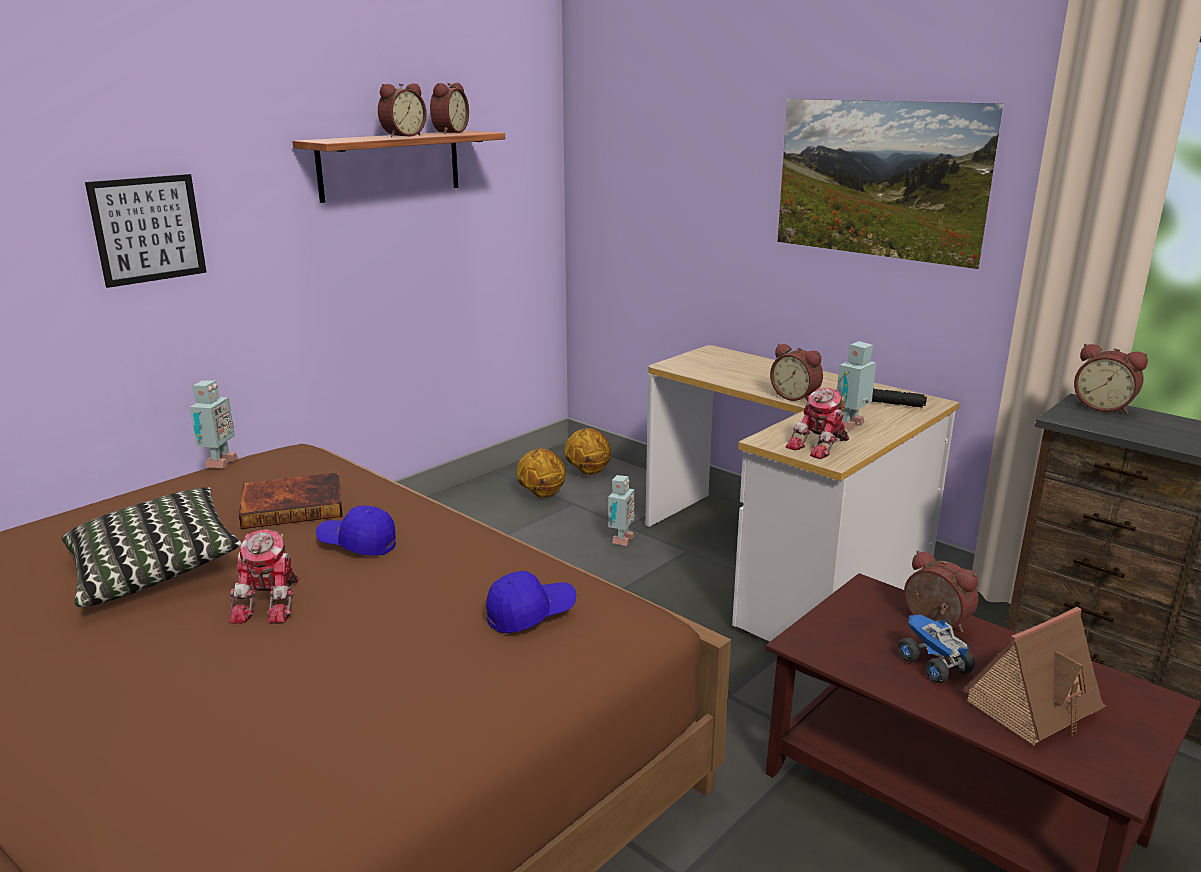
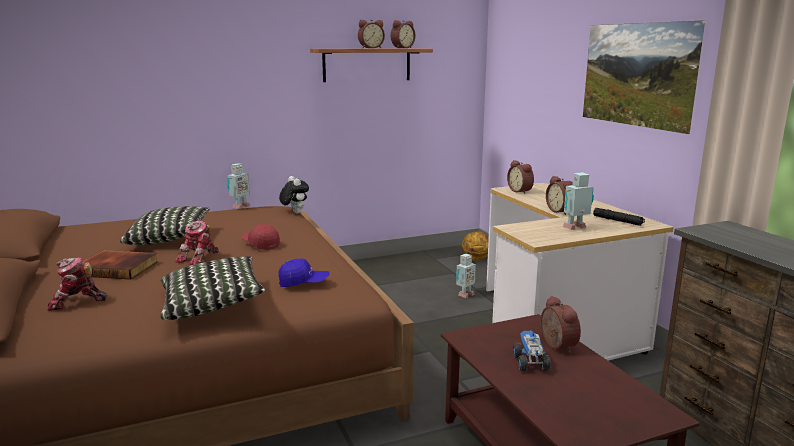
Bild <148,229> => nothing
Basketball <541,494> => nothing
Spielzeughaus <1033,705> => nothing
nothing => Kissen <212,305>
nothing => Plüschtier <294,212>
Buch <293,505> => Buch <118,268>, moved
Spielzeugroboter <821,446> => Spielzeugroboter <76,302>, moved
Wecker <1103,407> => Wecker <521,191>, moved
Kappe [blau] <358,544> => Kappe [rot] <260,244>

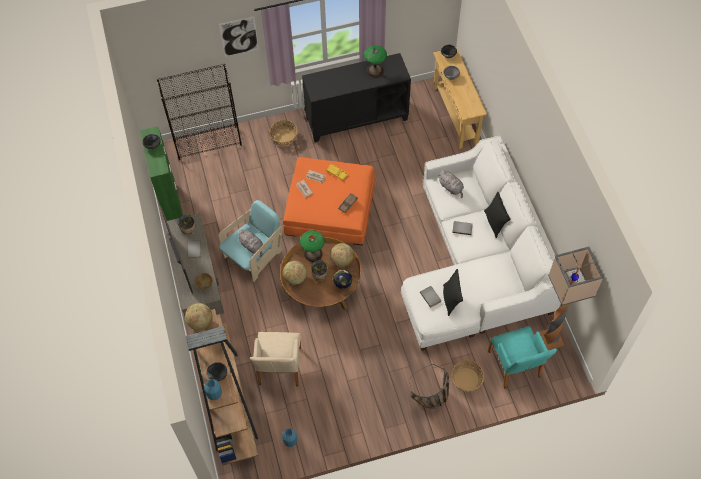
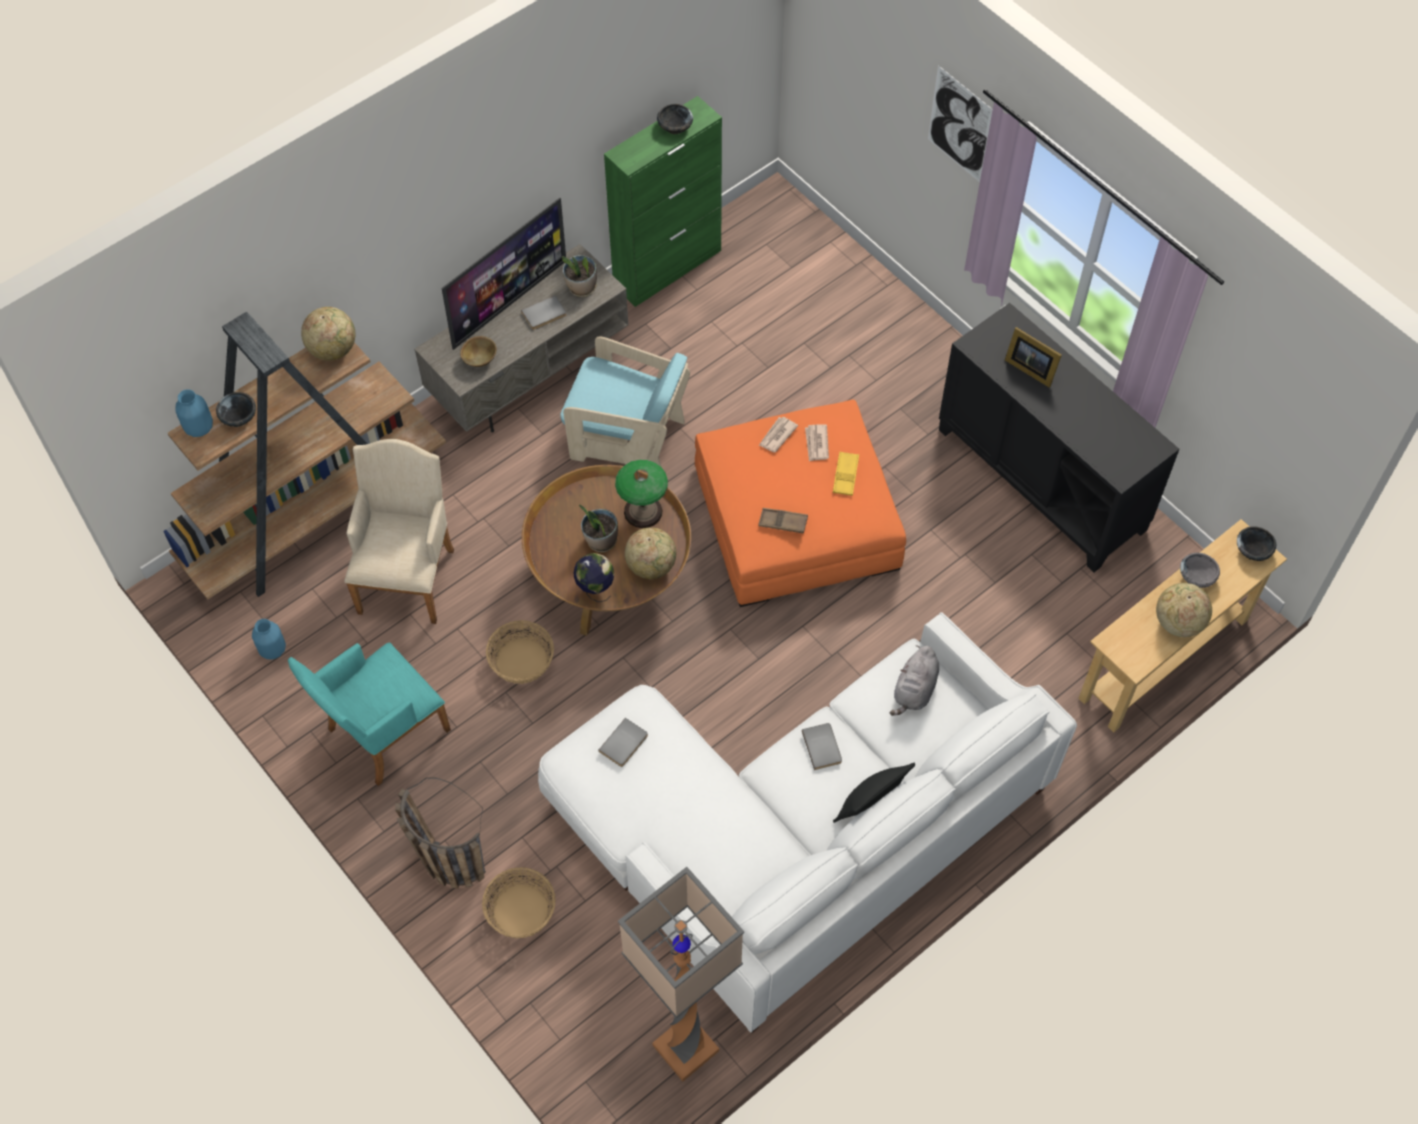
Bücherregal [schwarz] <208,143> => nothing
Plüschtier [grau] <252,246> => nothing
Tischlampe <375,70> => nothing
Kissen [schwarz] <450,299> => nothing
nothing => Bilderrahmen <1029,368>
Korb <284,137> => Korb <521,661>, moved
Globus <295,278> => Globus <1178,622>, moved
Sessel [türkis] <515,367> => Sessel [türkis] <382,734>, moved
Sessel [beige] <279,369> => Sessel [beige] <408,574>, 120 degrees clockwise

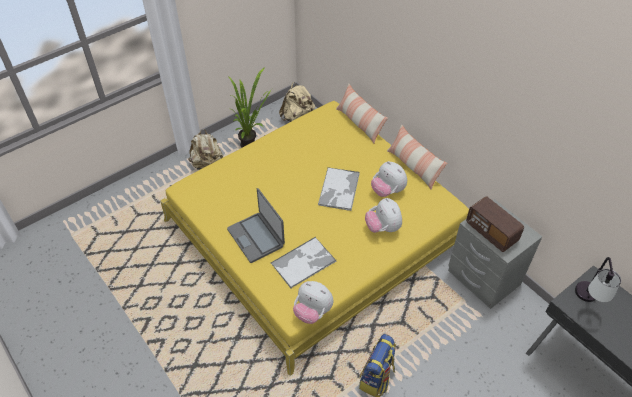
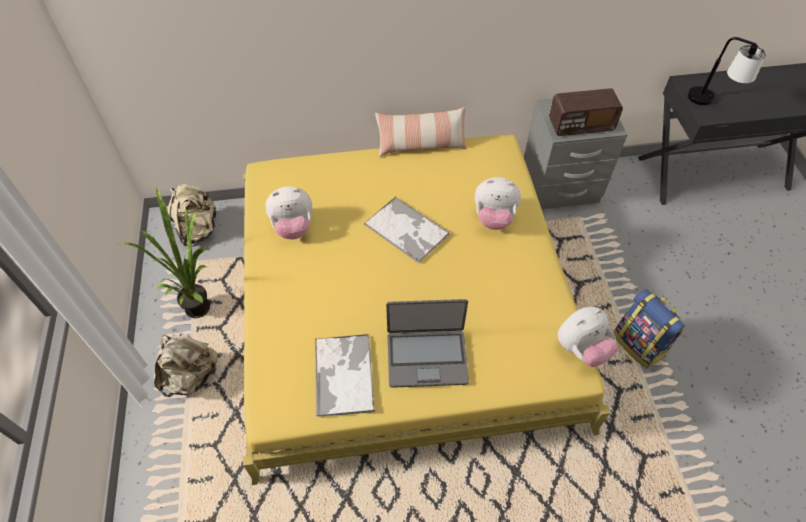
Kissen <359,123> => nothing
Tablett <304,262> => Tablett <343,374>, moved
Plüschtier <387,191> => Plüschtier <293,227>, moved

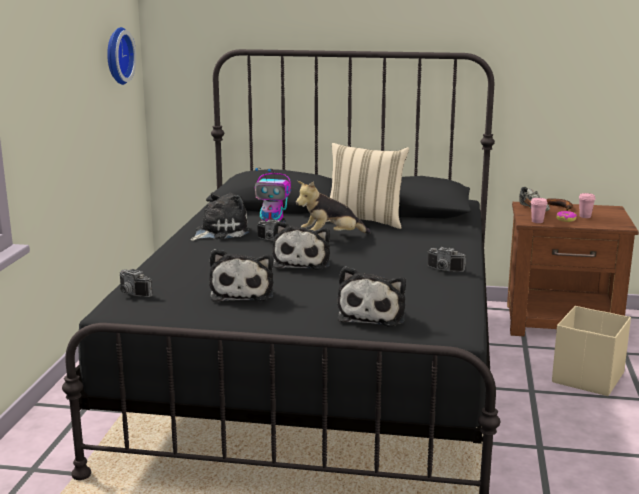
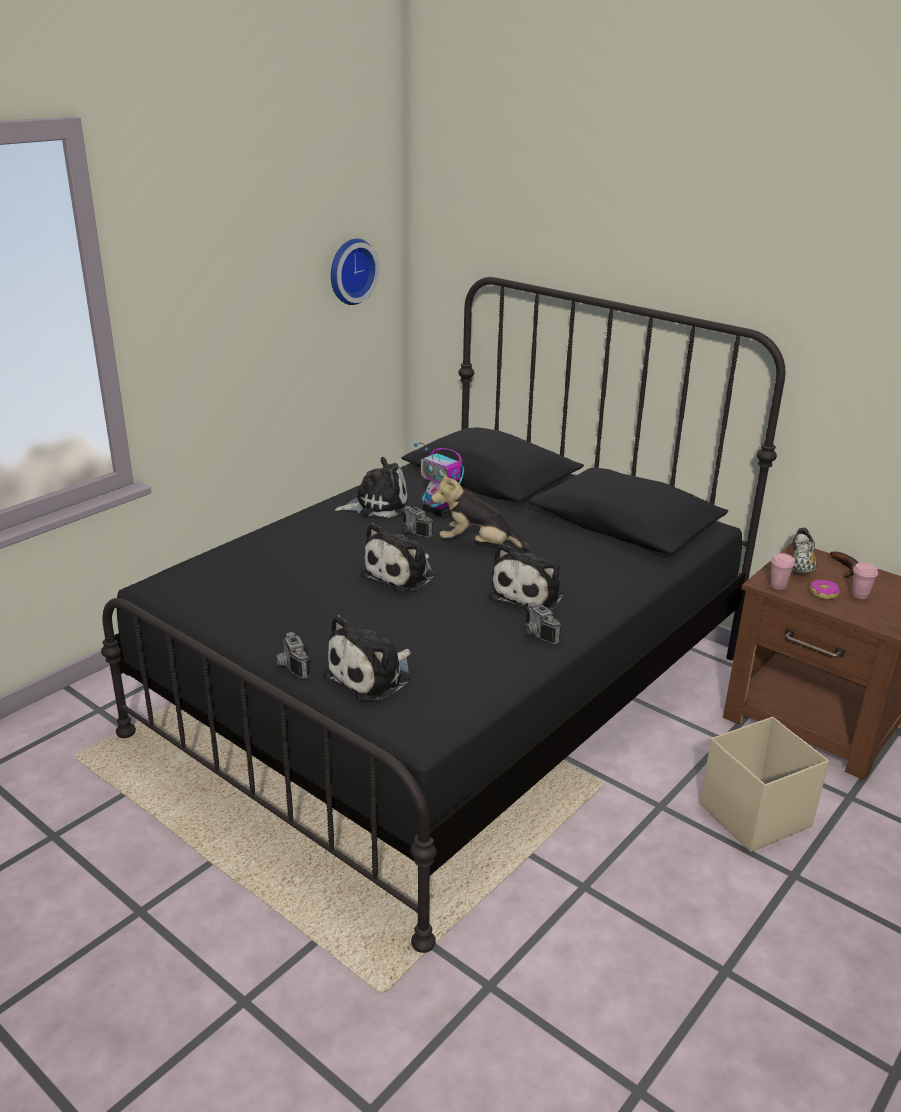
Kissen [beige] <365,221> => nothing
Kamera <131,294> => Kamera <290,666>, moved
Plüschtier <242,292> => Plüschtier <529,594>, moved

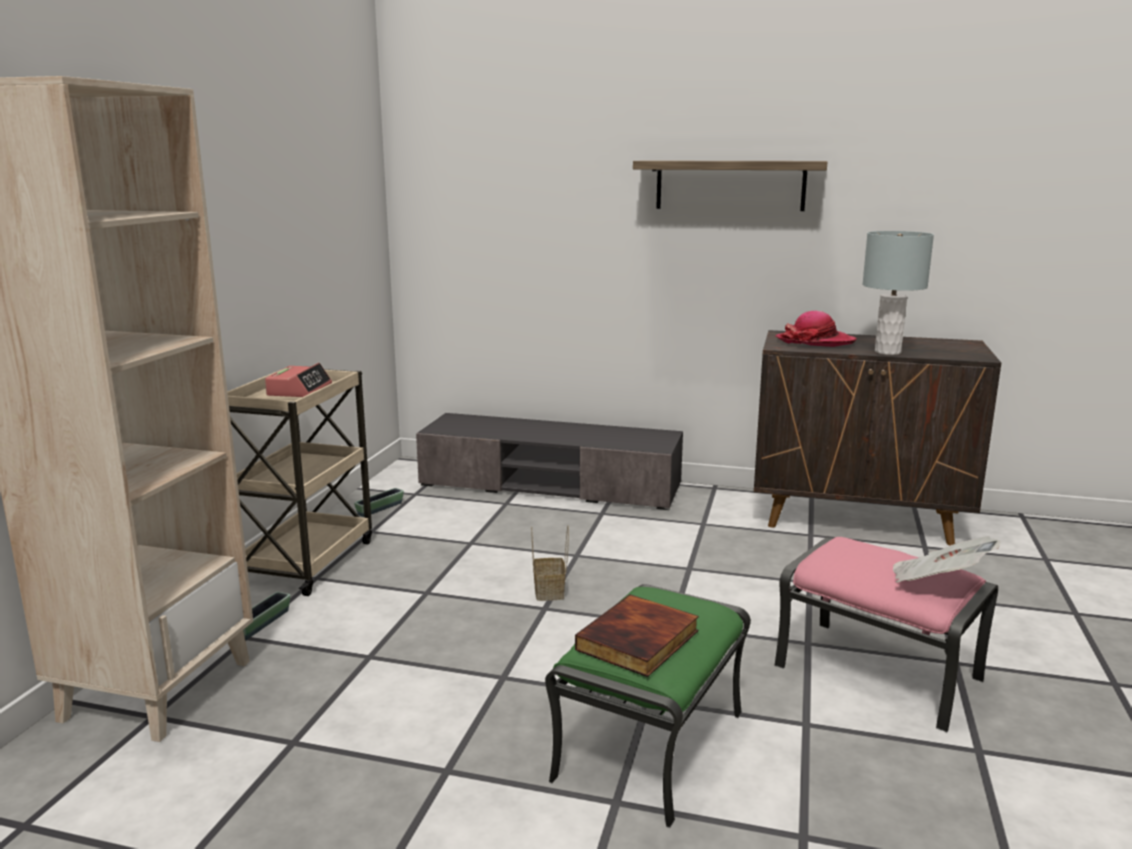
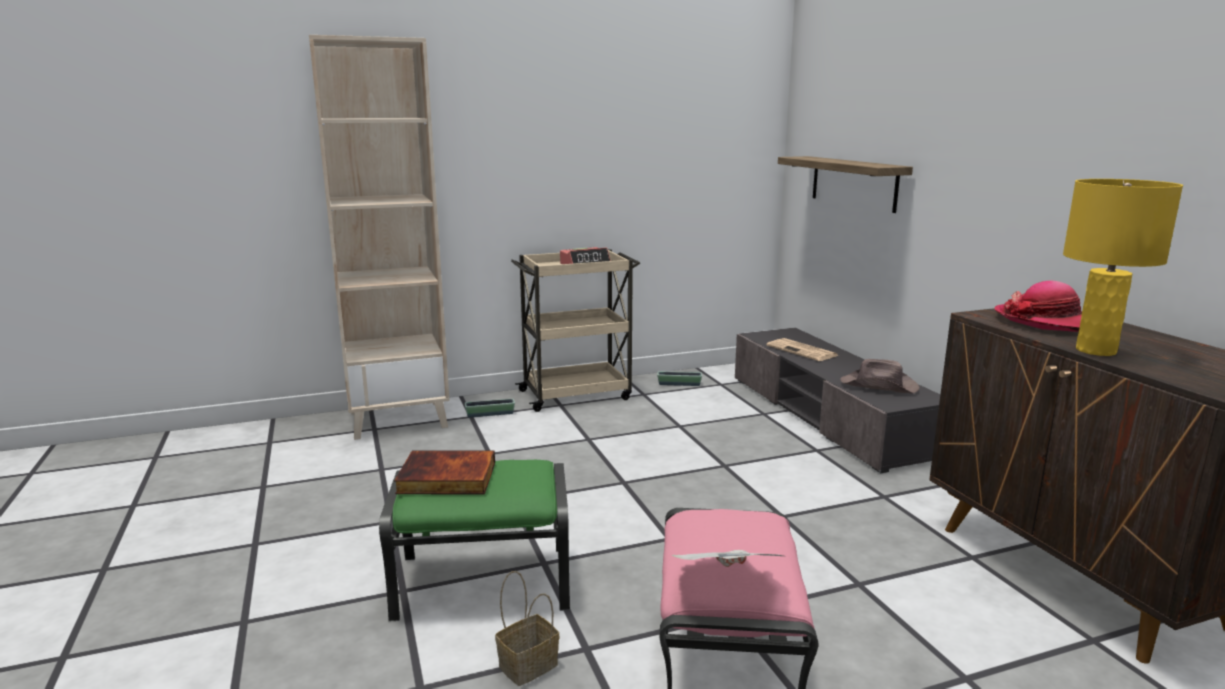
nothing => Zeitung <803,351>
nothing => Hut [braun] <879,386>
Korb <550,592> => Korb <527,667>, moved
Wandregal <730,185> => Wandregal <853,183>, moved
Tischlampe [grau] <887,352> => Tischlampe [gelb] <1096,350>

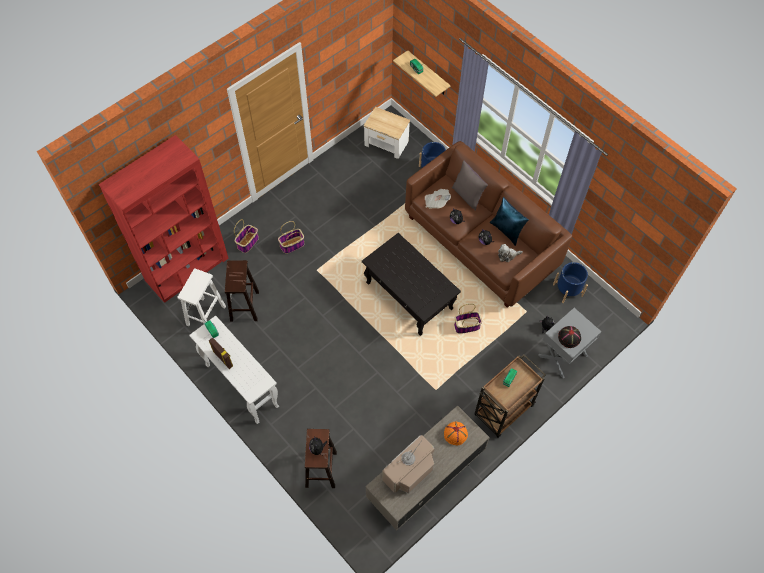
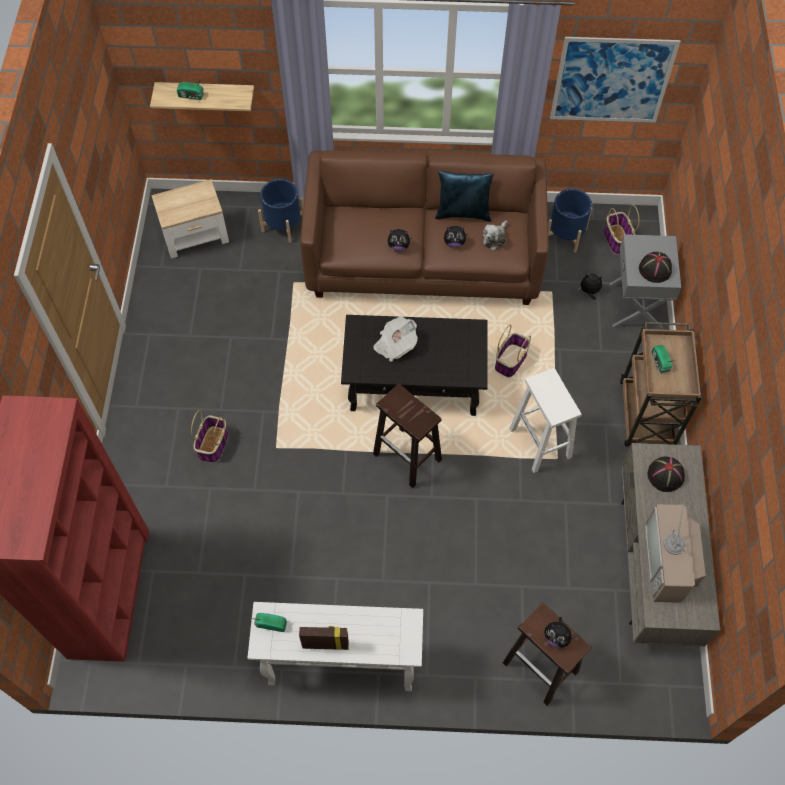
Kissen [grau] <467,196> => nothing
nothing => Bild <612,80>
Hocker [weiß] <206,316> => Hocker [weiß] <541,443>, moved
Hocker [braun] <245,306> => Hocker [braun] <408,457>, moved
Korb <248,242> => Korb <616,239>, moved
Zeitung <436,202> => Zeitung <395,345>, moved
Hut [orange] <455,434> => Hut [schwarz] <666,475>

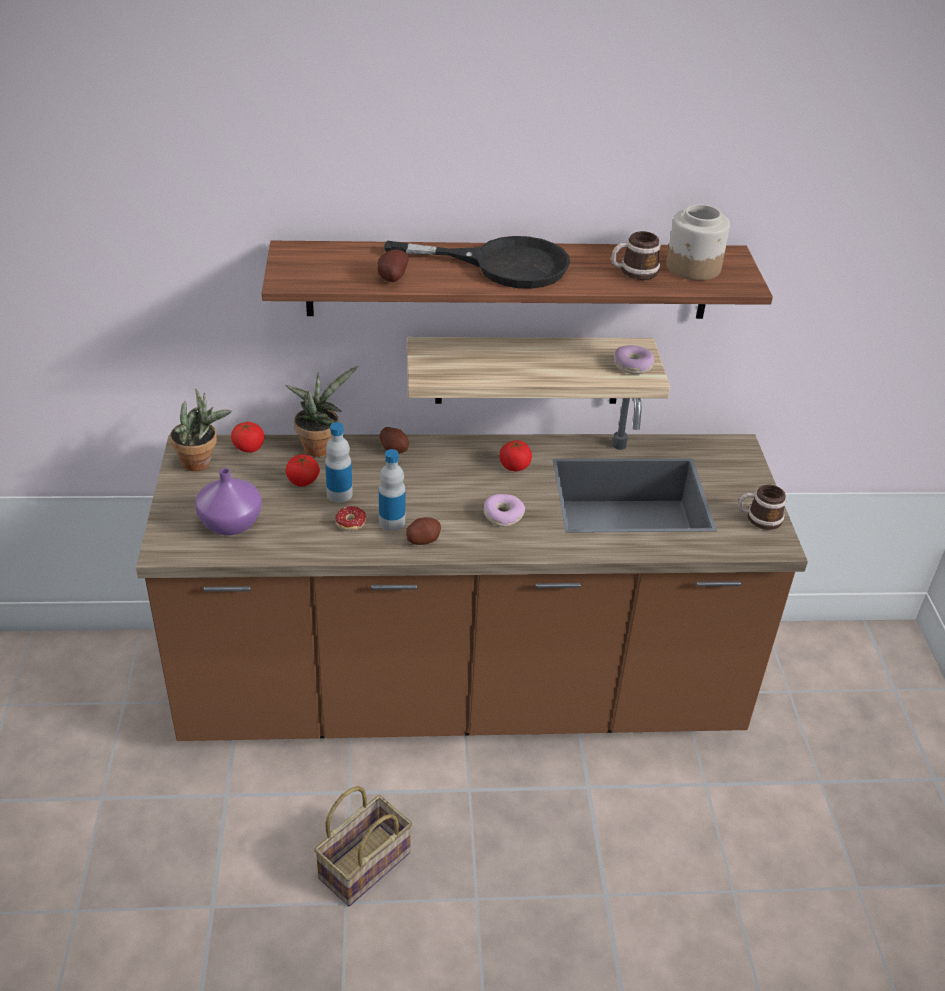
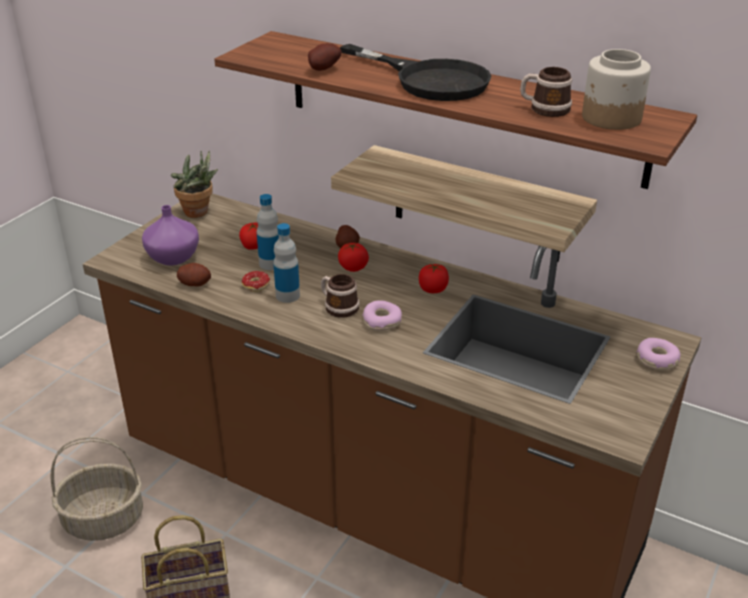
Topfpflanze <320,446> => nothing
nothing => Korb <104,519>
Tomate <249,447> => Tomate <353,267>, moved
Kartoffel <423,540> => Kartoffel <195,283>, moved
Donut <633,366> => Donut <657,360>, moved
Henkelbecher <758,518> => Henkelbecher <338,306>, moved

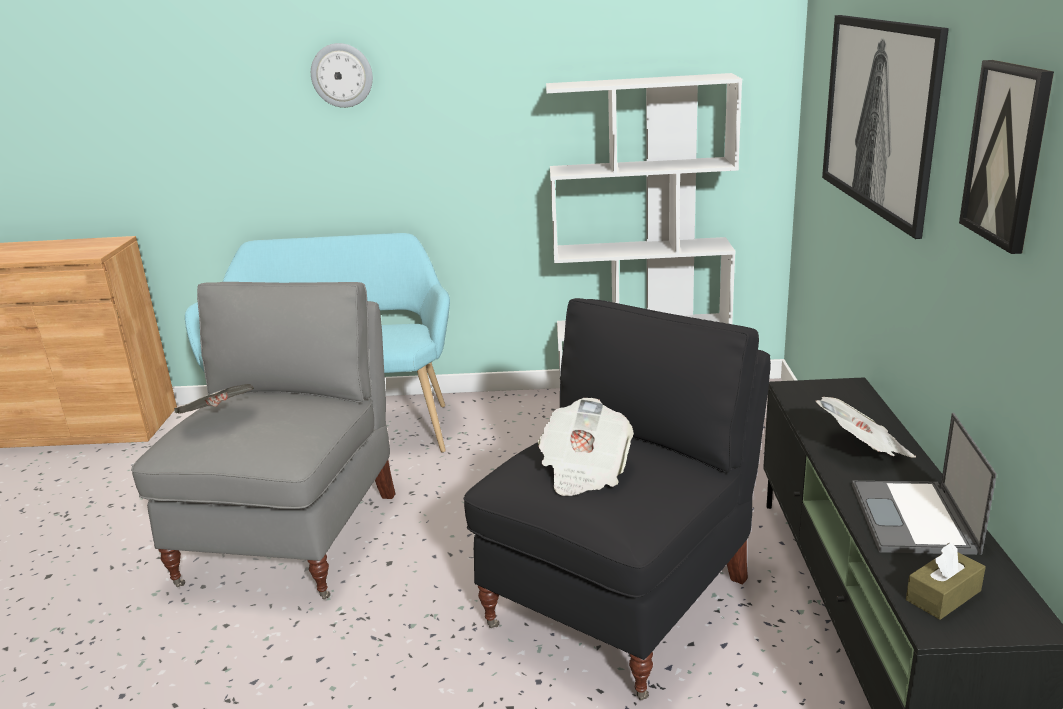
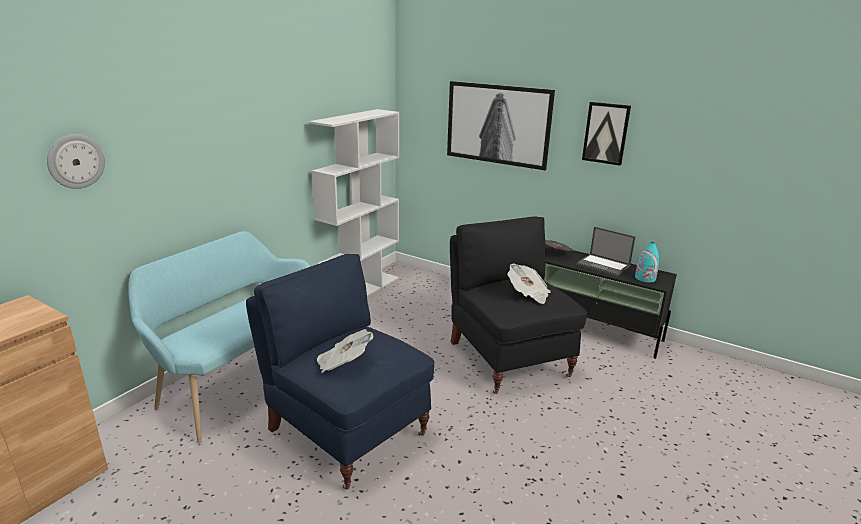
Wanduhr <342,75> => Wanduhr <75,161>, moved
Taschentuchbox [braun] <943,595> => Vase [türkis] <645,278>
Sessel [grau] <294,536> => Sessel [blau] <346,431>

